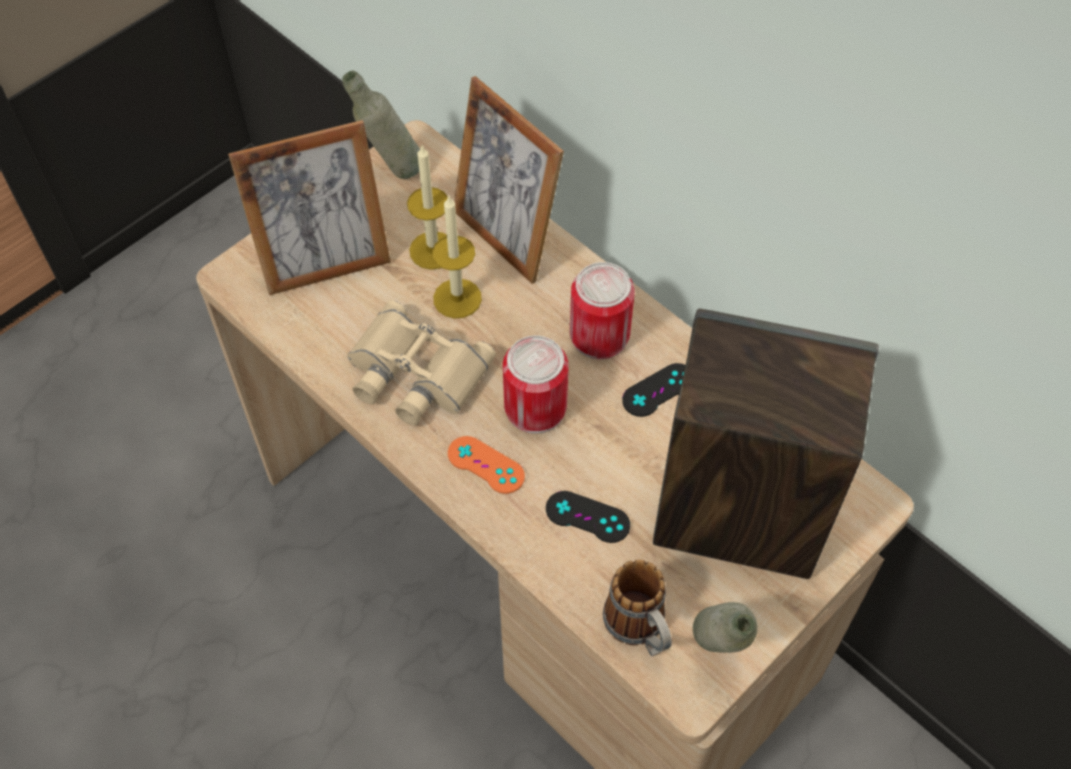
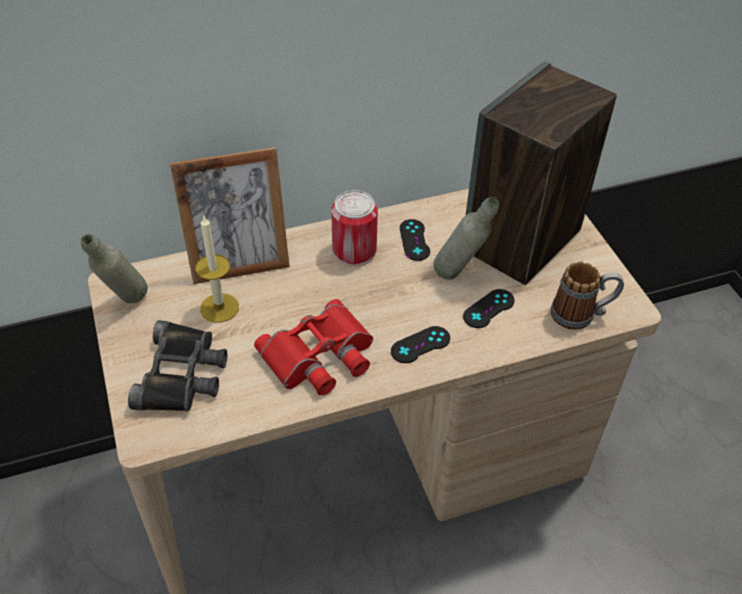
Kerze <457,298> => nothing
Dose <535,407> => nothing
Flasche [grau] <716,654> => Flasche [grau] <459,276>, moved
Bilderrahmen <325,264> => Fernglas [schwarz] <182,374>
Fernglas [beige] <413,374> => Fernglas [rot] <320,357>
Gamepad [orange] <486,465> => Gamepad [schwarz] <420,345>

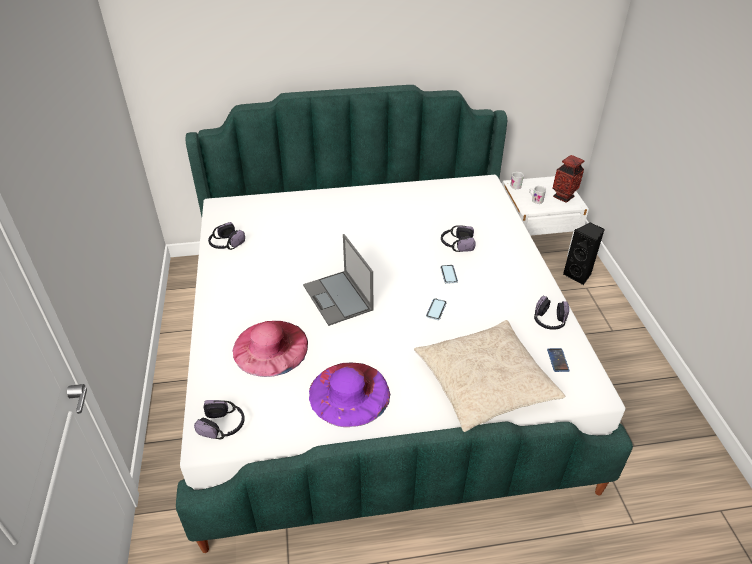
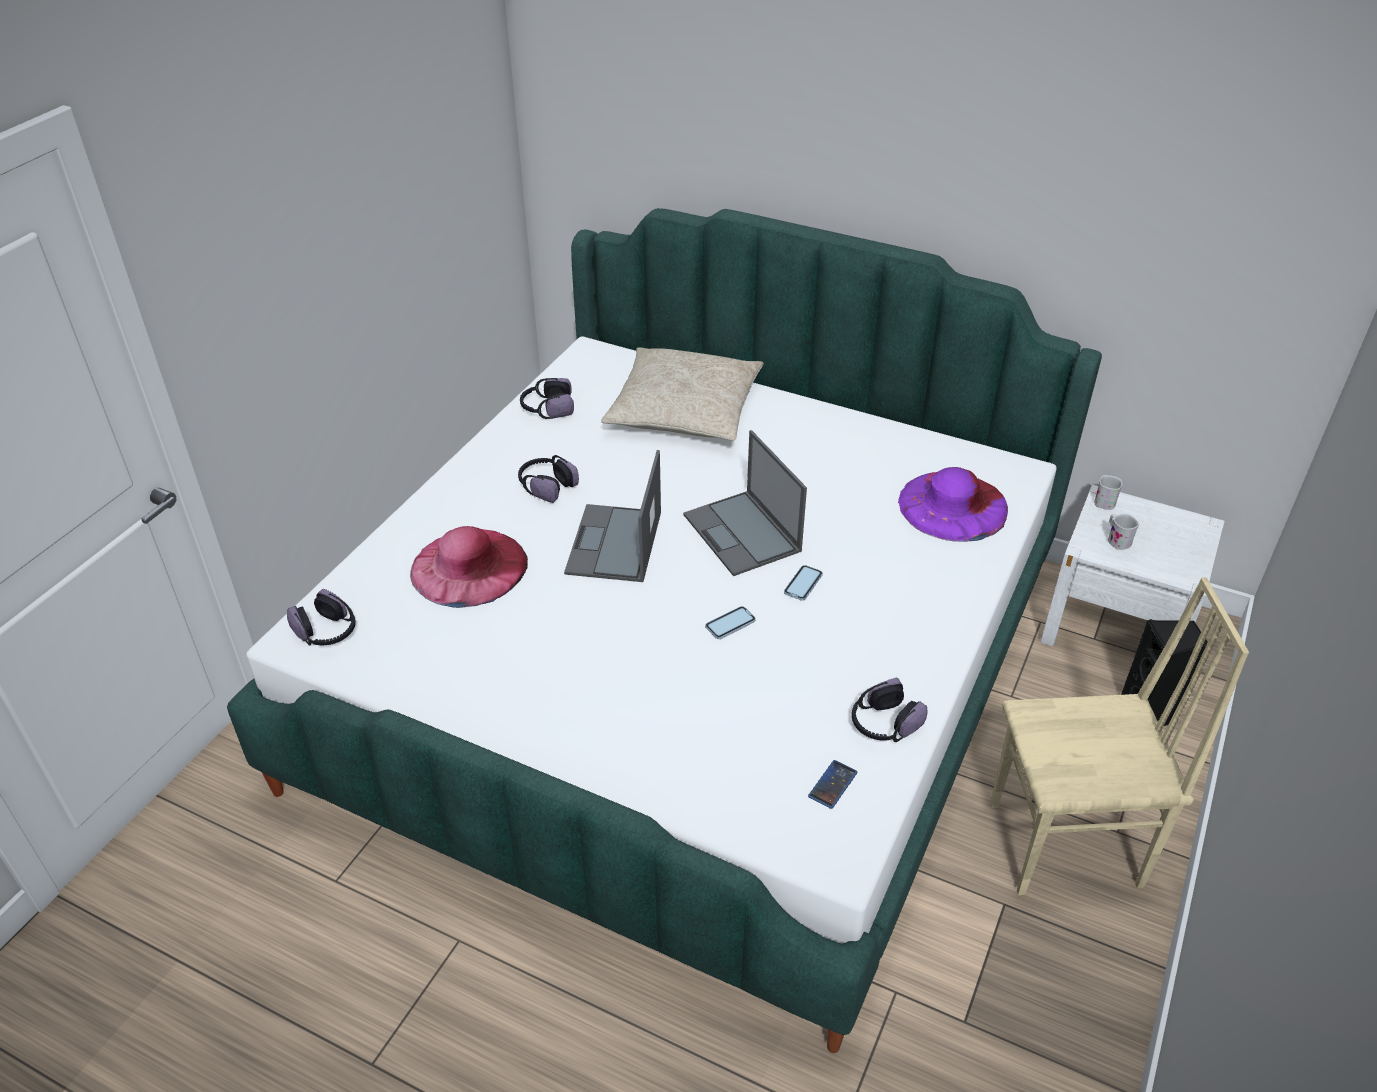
Vase <563,197> => nothing
nothing => Laptop <743,534>
nothing => Stuhl [beige] <1066,847>
Hut [lila] <349,393> => Hut [lila] <953,505>, moved
Kissen [beige] <485,383> => Kissen [beige] <684,409>, moved
Kopfhörer <457,244> => Kopfhörer <546,486>, moved

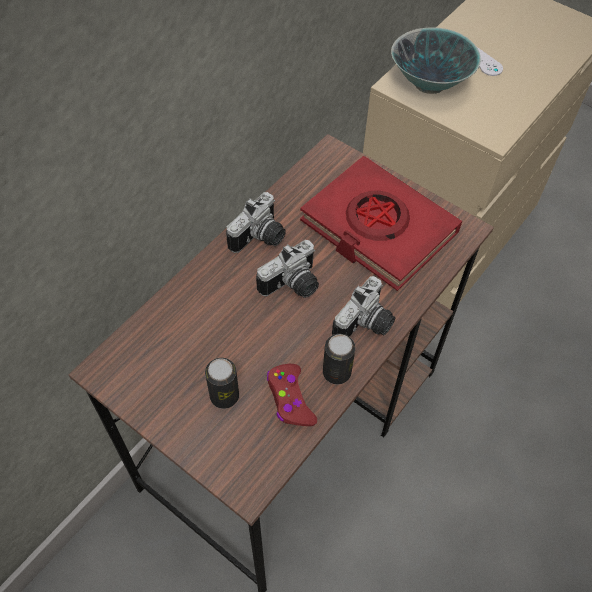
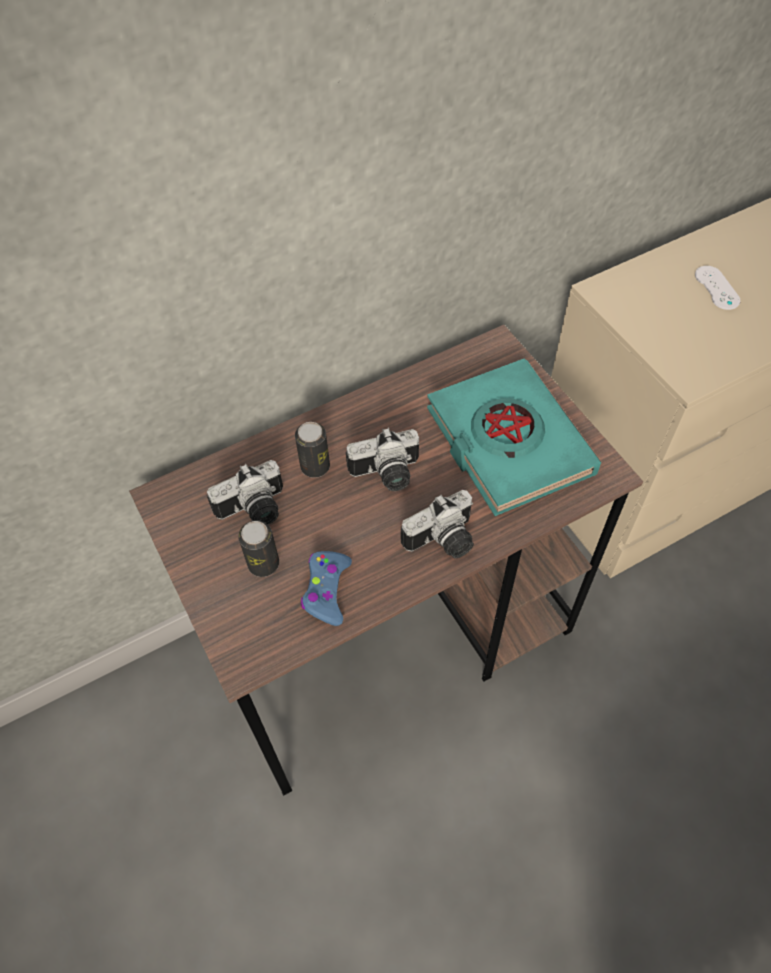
Schüssel <430,84> => nothing
Kamera <260,238> => Kamera <255,511>, moved
Dose <336,372> => Dose <315,466>, moved
Gamepad [rot] <290,399> => Gamepad [blau] <326,591>
Buch [rot] <377,228> => Buch [türkis] <508,442>

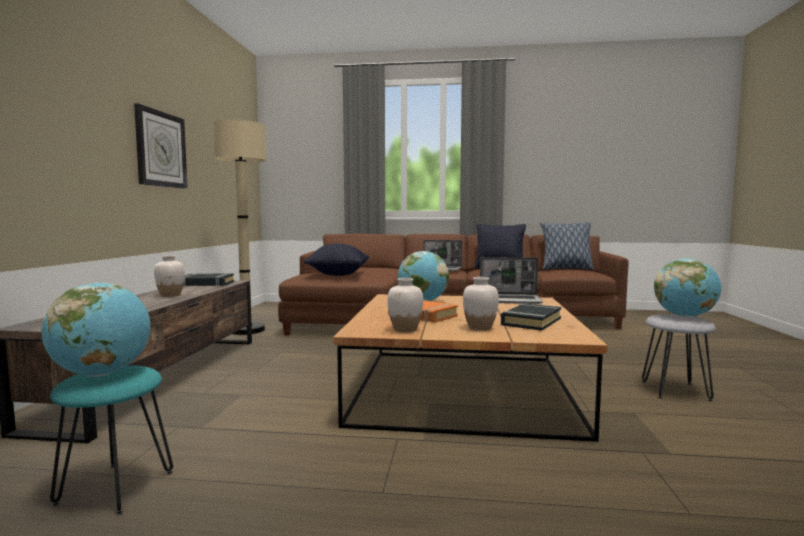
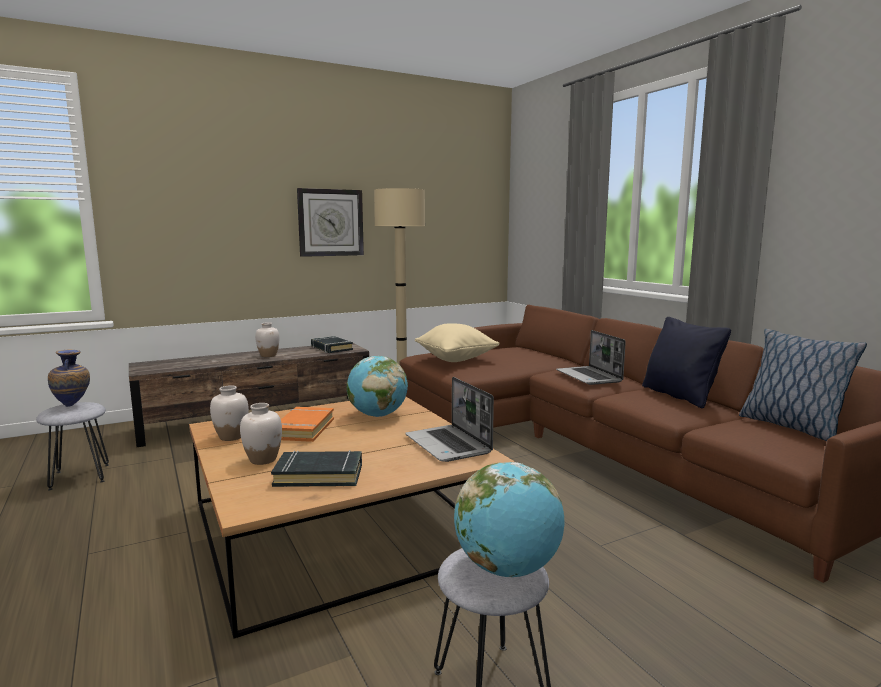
Globus <102,374> => Vase <73,406>
Hocker [türkis] <115,487> => Hocker [grau] <80,476>
Kissen [schwarz] <338,274> => Kissen [beige] <456,359>

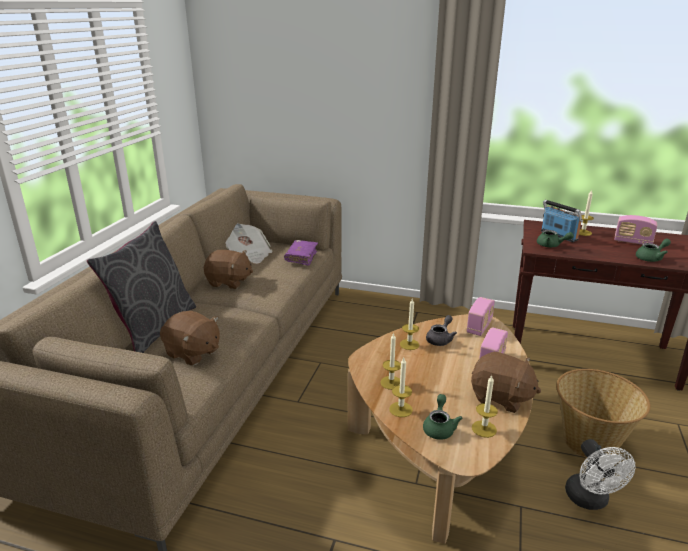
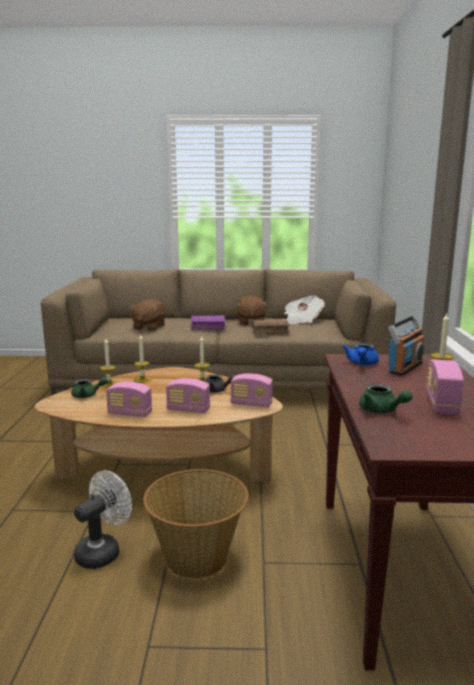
Kissen [grau] <154,328> => nothing
Kerze <484,429> => nothing
nothing => Buch [braun] <270,331>
Buch [lila] <301,257> => Buch [lila] <208,327>, moved
Plüschtier [braun] <501,397> => Radio <130,413>
Teekanne [grün] <551,245> => Teekanne [blau] <361,364>
Ventilator [weiß] <590,500> => Ventilator [weiß] <103,551>, 150 degrees clockwise

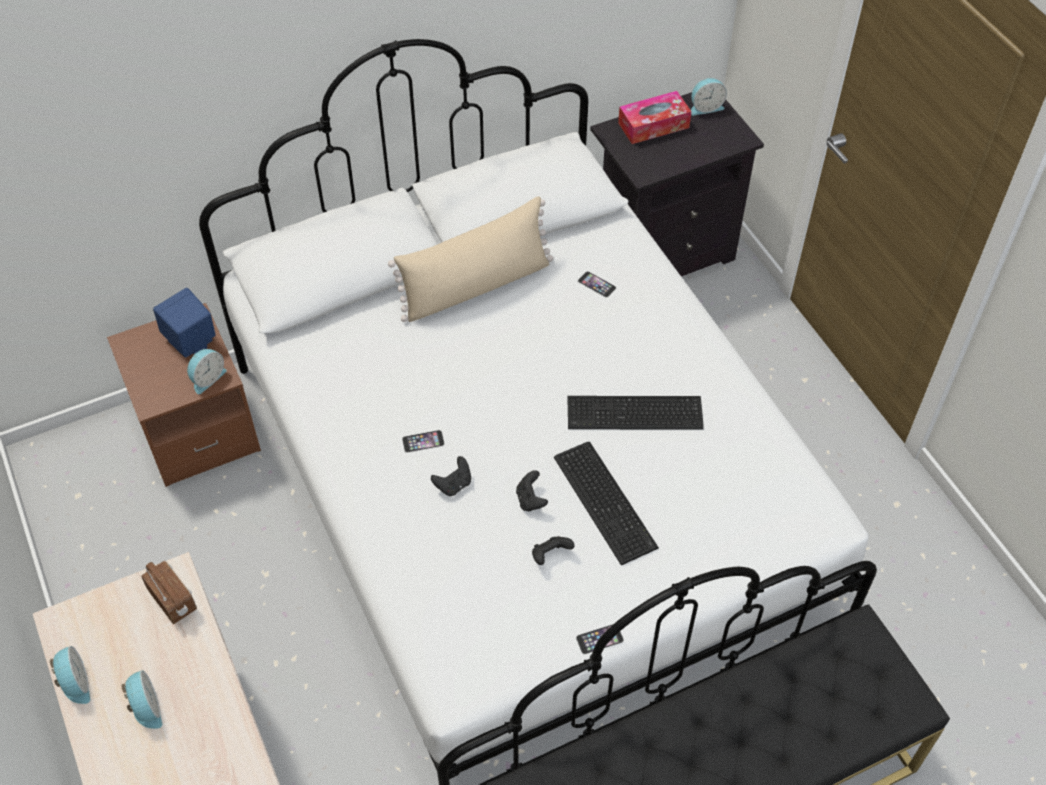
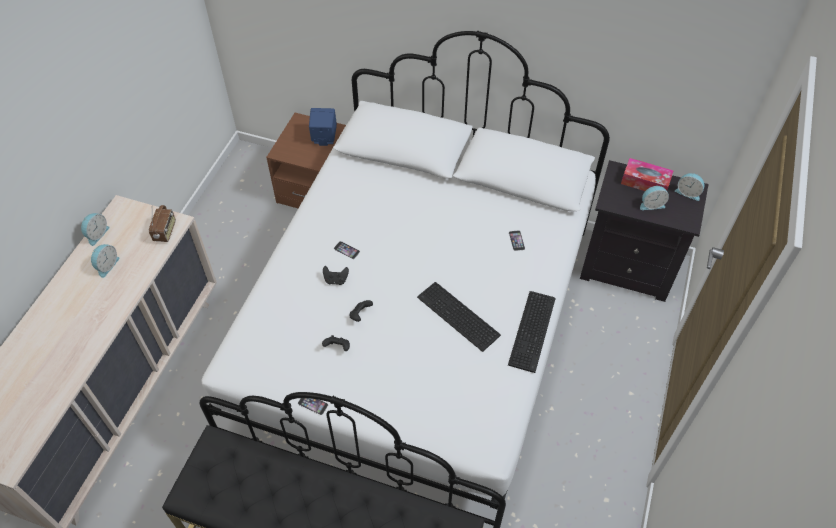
Kissen [beige] <476,286> => nothing
Wecker <207,378> => Wecker <651,204>, moved
Tastatur <606,499> => Tastatur <534,330>, moved

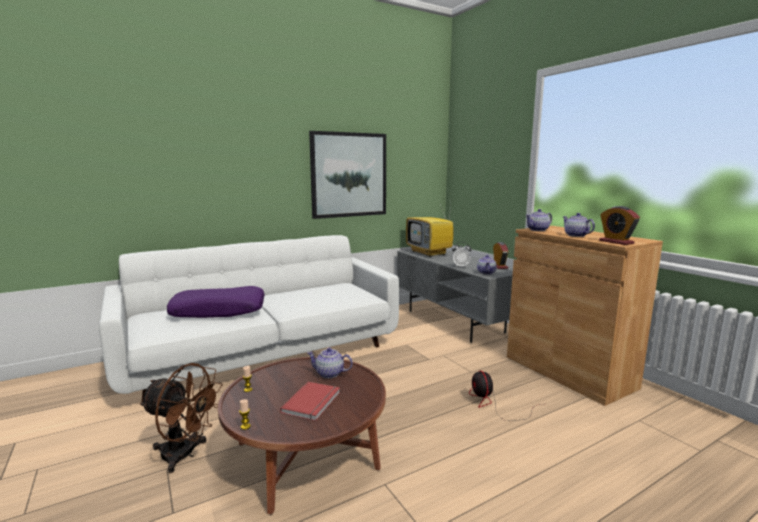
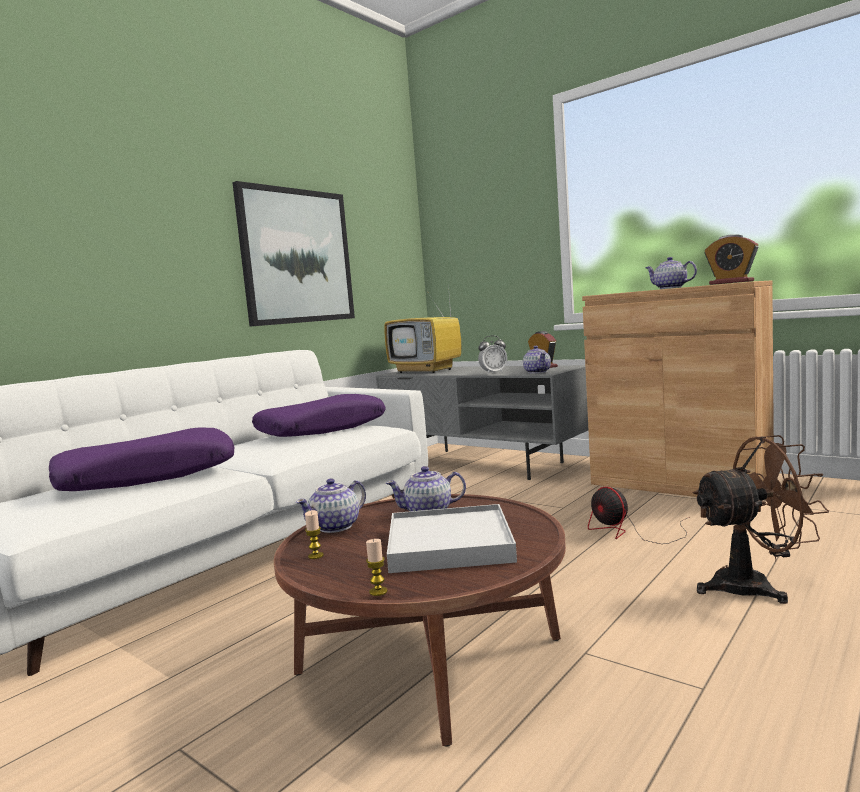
nothing => Kissen [lila] <322,429>
Ventilator [braun] <185,455> => Ventilator [braun] <755,586>, moved
Teekanne <538,230> => Teekanne <336,526>, moved
Buch [rot] <313,402> => Tablett [weiß] <450,544>

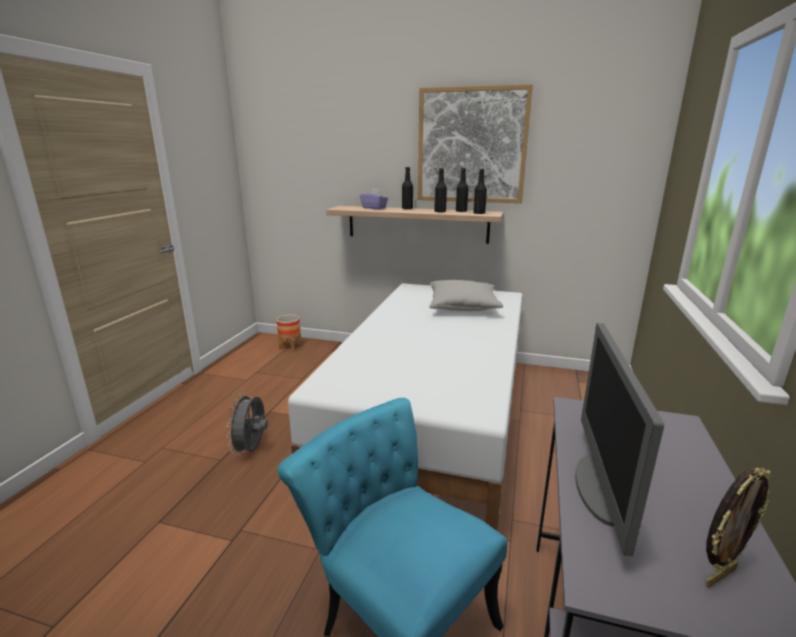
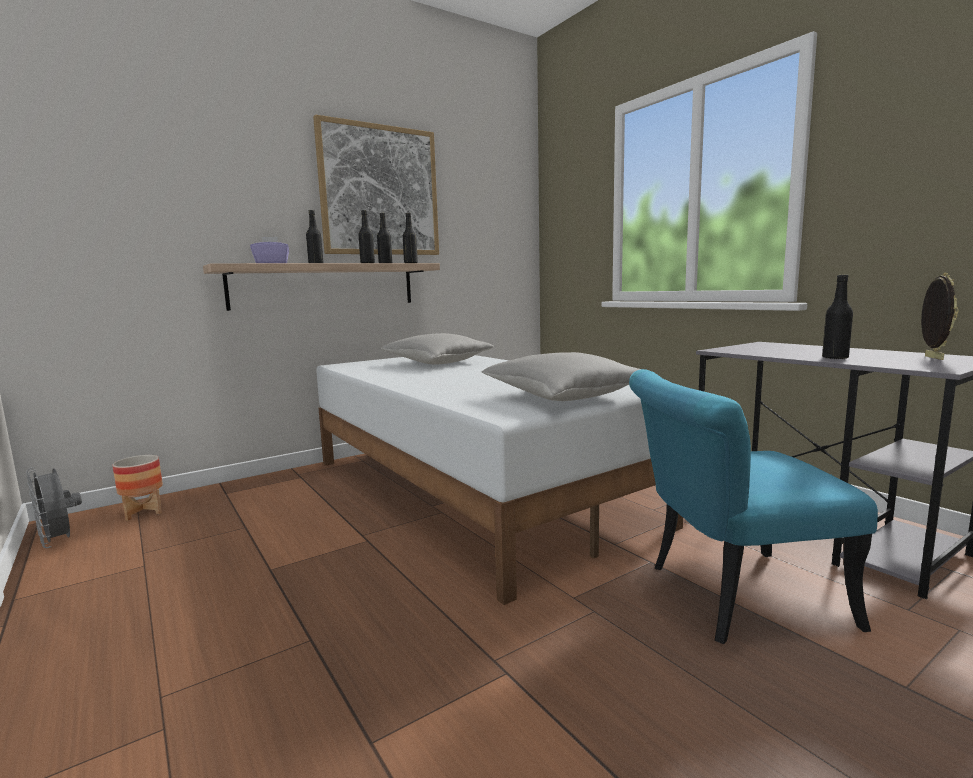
nothing => Kissen [grau] <563,397>
Ventilator [grau] <252,449> => Ventilator [grau] <59,542>, moved
Monitor <600,489> => Flasche [schwarz] <835,358>

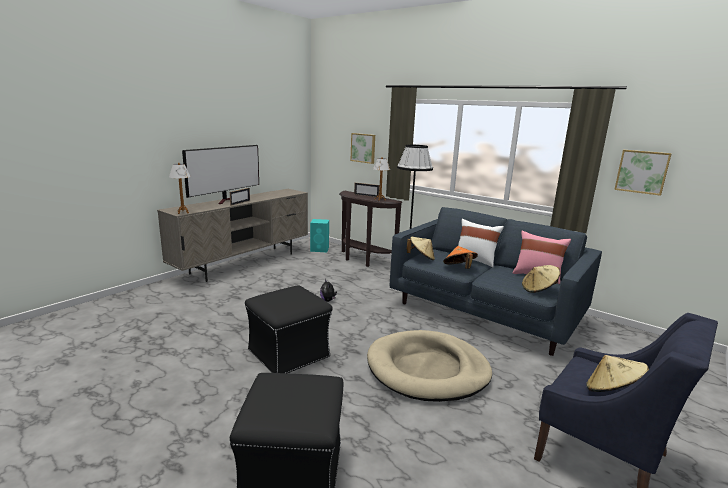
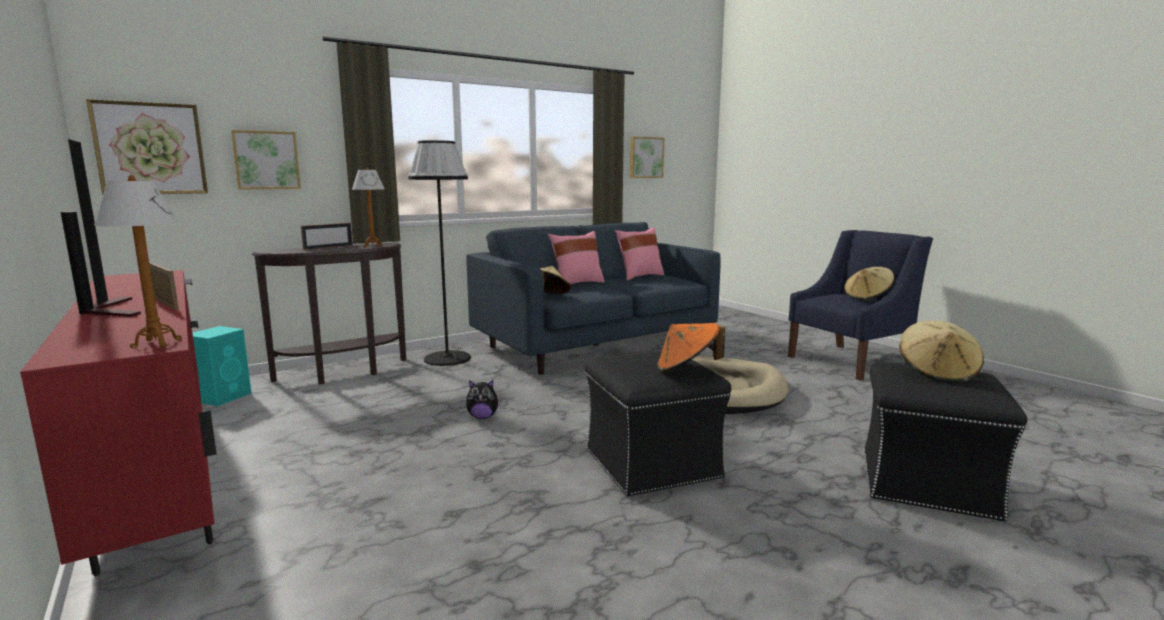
nothing => Bild <150,149>
Hut [orange] <459,268> => Hut [orange] <687,369>, moved
Hut [beige] <539,289> => Hut [beige] <937,373>, moved
Fernsehschrank [beige] <245,263> => Fernsehschrank [rot] <159,482>
Kissen [weiß] <475,260> => Kissen [rosa] <577,284>

